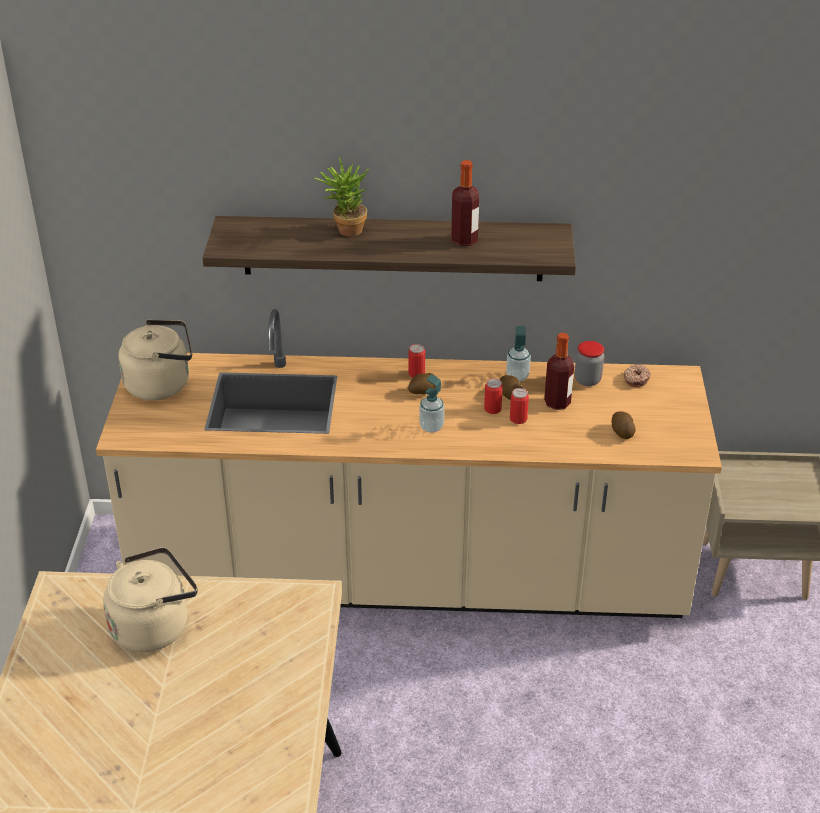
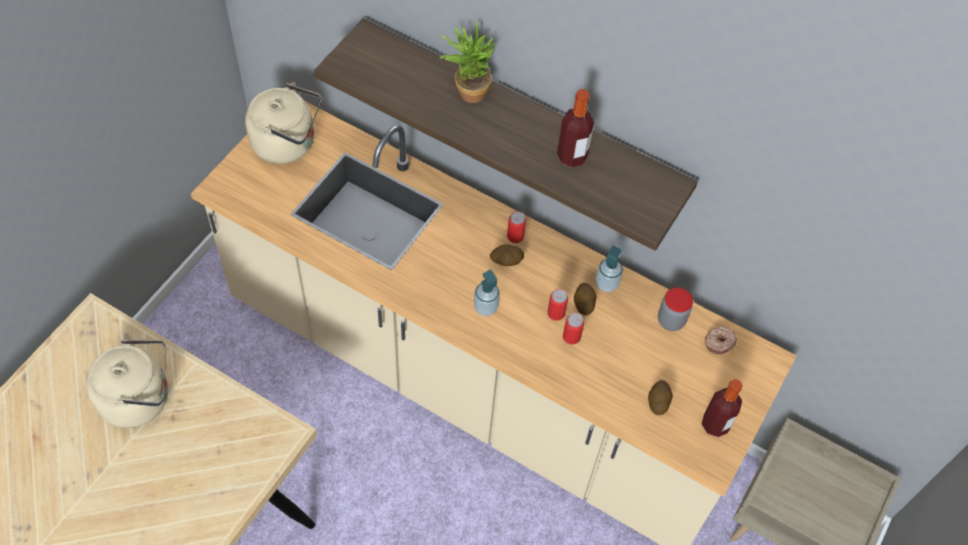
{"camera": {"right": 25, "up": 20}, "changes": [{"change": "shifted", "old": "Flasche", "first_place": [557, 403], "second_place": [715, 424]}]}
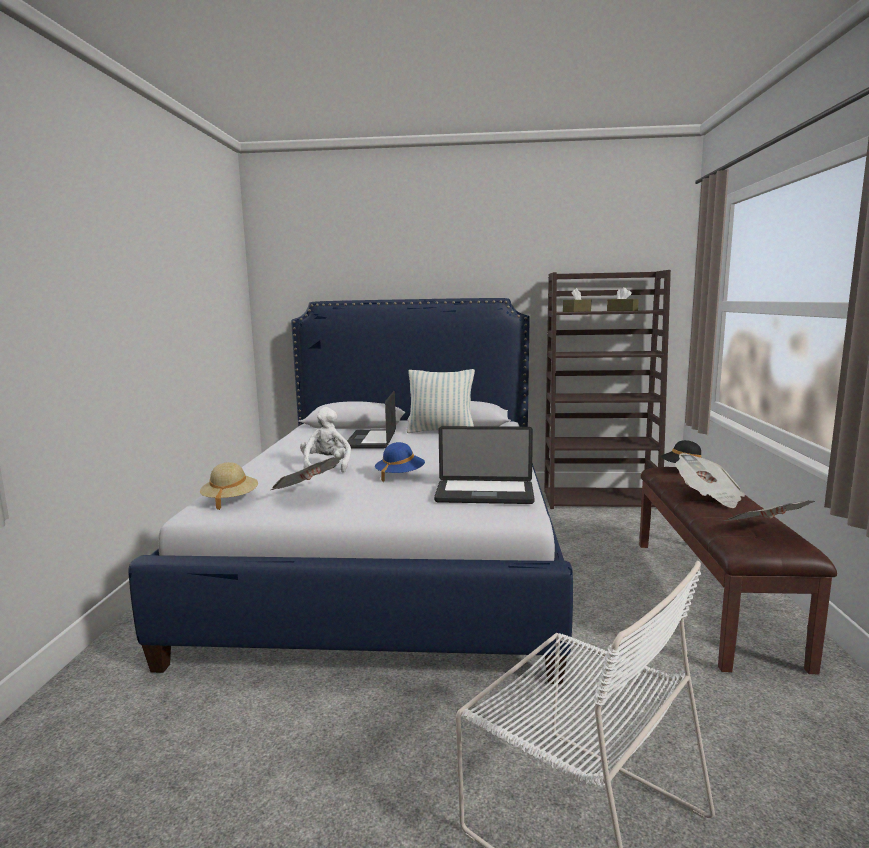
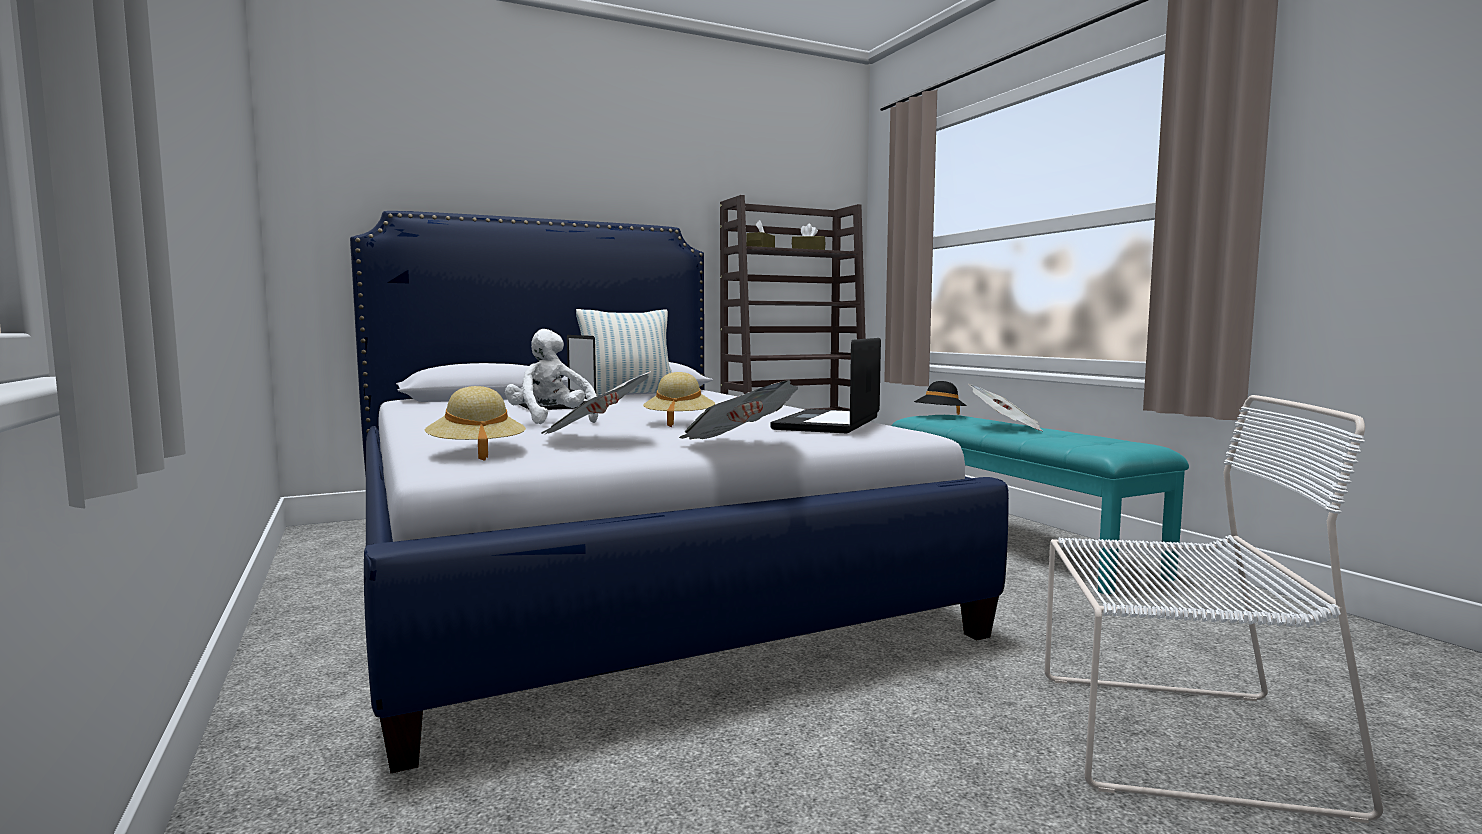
{"camera": {"right": -30, "up": -5}, "changes": [{"change": "shifted", "old": "Zeitung", "first_place": [764, 531], "second_place": [738, 445]}, {"change": "repainted", "old": "Hut/blau", "new": "Hut/beige", "first_place": [400, 476], "second_place": [679, 422]}, {"change": "repainted", "old": "Bank/braun", "new": "Bank/türkis", "first_place": [712, 596], "second_place": [1015, 543]}, {"change": "rotated", "old": "Laptop", "first_place": [484, 494], "second_place": [828, 424], "degrees": 135}]}
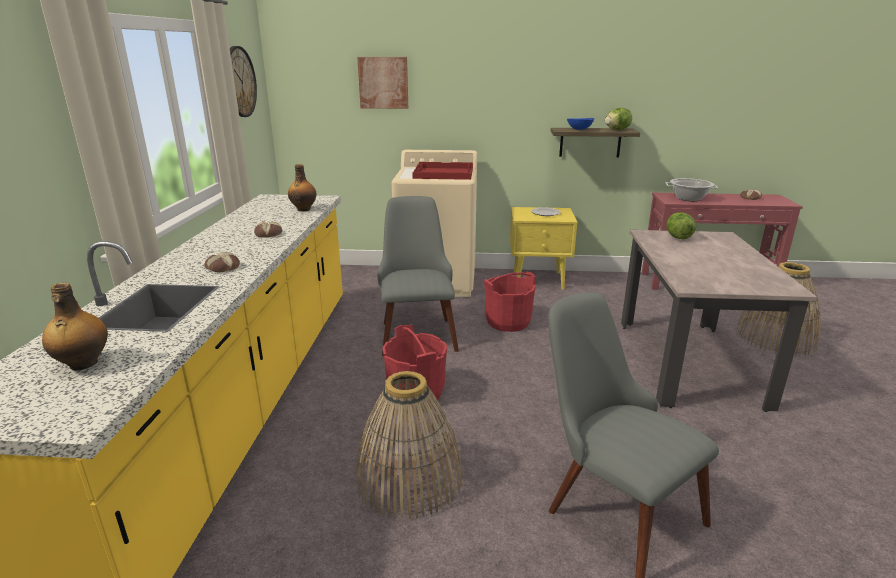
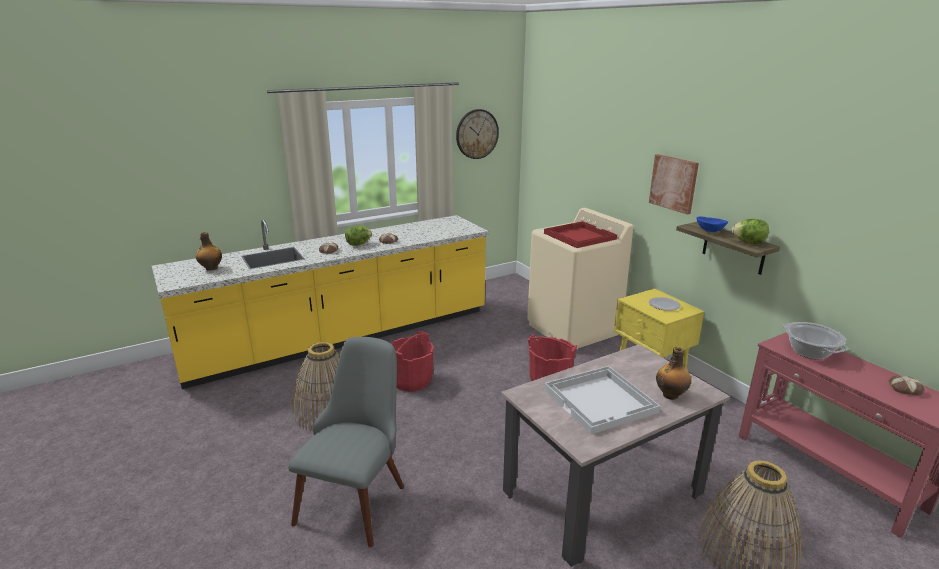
{"camera": {"right": 55, "up": 0}, "changes": [{"change": "gone", "old": "Stuhl/grau", "first_place": [417, 330]}, {"change": "new", "new": "Tablett/weiß", "second_place": [601, 401]}, {"change": "shifted", "old": "Flasche", "first_place": [304, 209], "second_place": [671, 395]}, {"change": "shifted", "old": "Bild", "first_place": [383, 82], "second_place": [674, 183]}, {"change": "shifted", "old": "Salatkopf", "first_place": [678, 237], "second_place": [358, 244]}]}
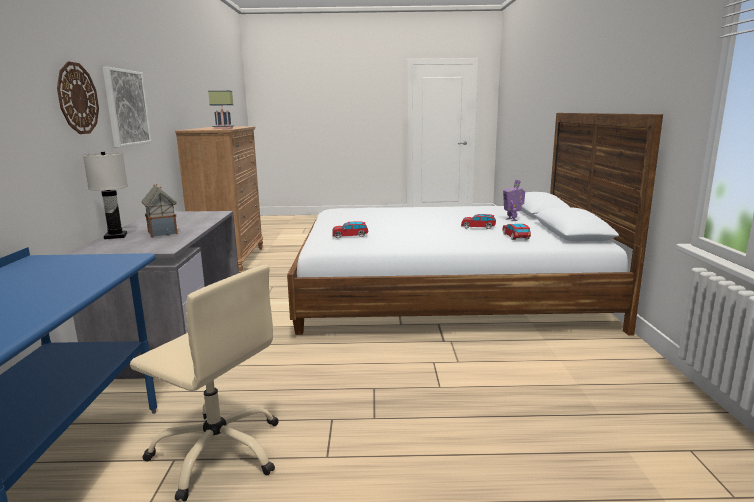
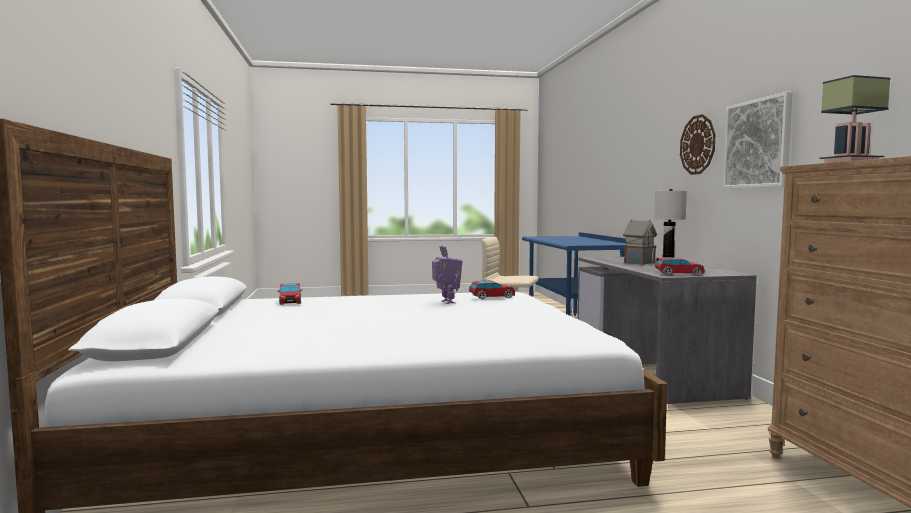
{"camera": {"right": 170, "up": -10}, "changes": [{"change": "shifted", "old": "Spielzeugauto", "first_place": [478, 227], "second_place": [678, 274]}, {"change": "shifted", "old": "Spielzeugroboter", "first_place": [512, 220], "second_place": [447, 302]}]}
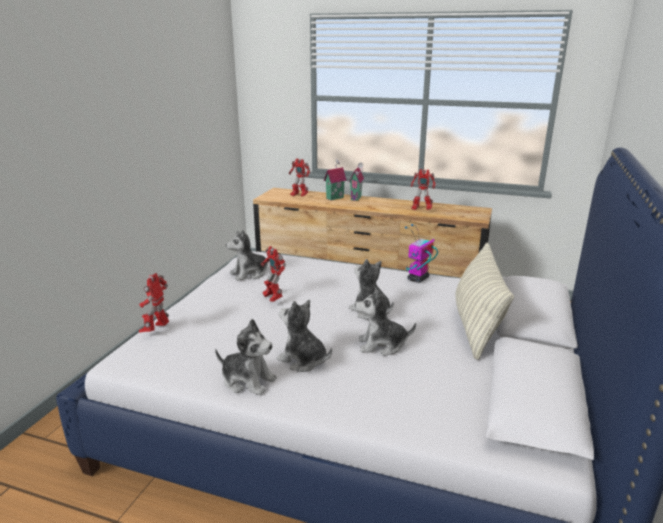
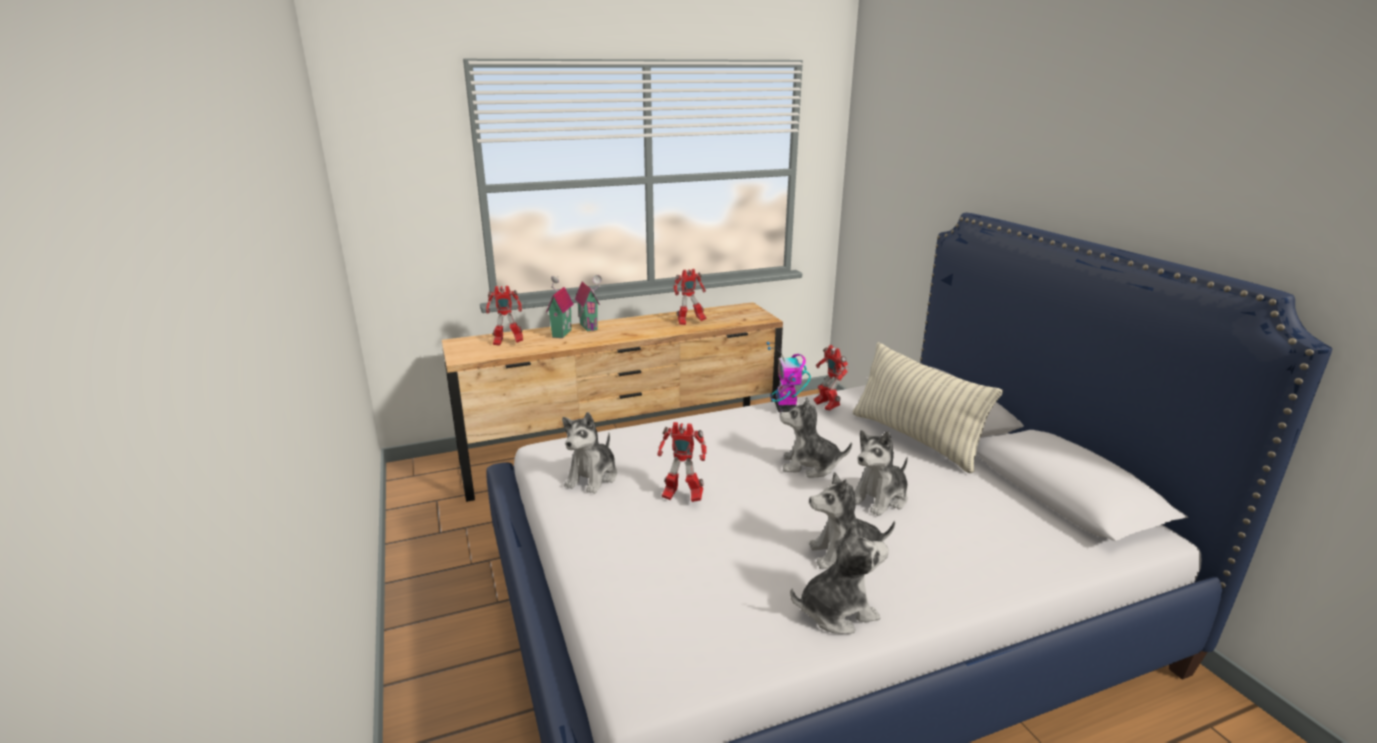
{"camera": {"right": -40, "up": 0}, "changes": [{"change": "shifted", "old": "Spielzeugroboter", "first_place": [157, 330], "second_place": [826, 406]}]}
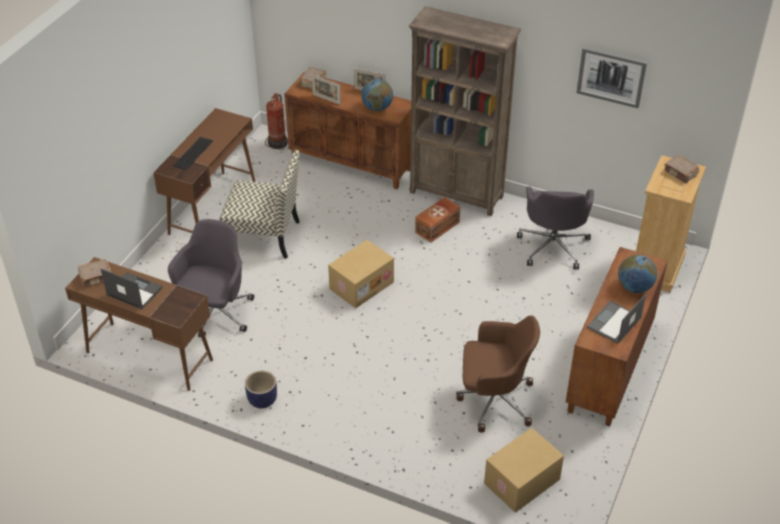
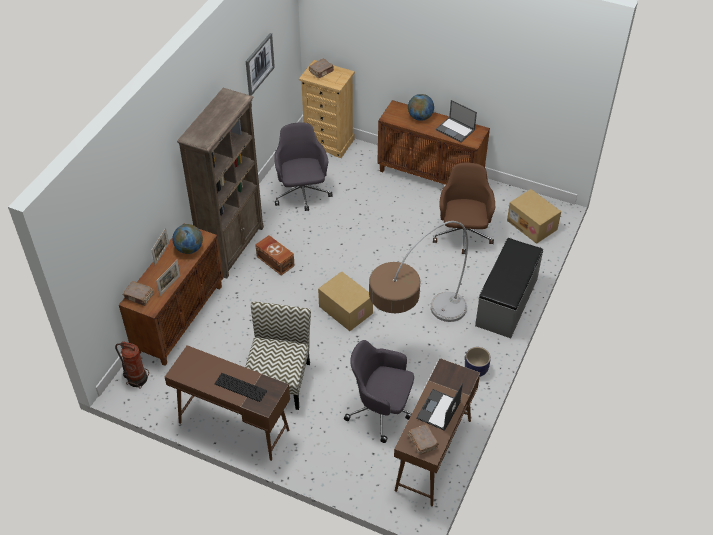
{"camera": {"right": -90, "up": 5}, "changes": [{"change": "new", "new": "Stehlampe", "second_place": [415, 336]}, {"change": "new", "new": "Bank/grau", "second_place": [507, 302]}, {"change": "rotated", "old": "Bürostuhl/grau", "first_place": [553, 246], "second_place": [302, 194], "degrees": -105}]}
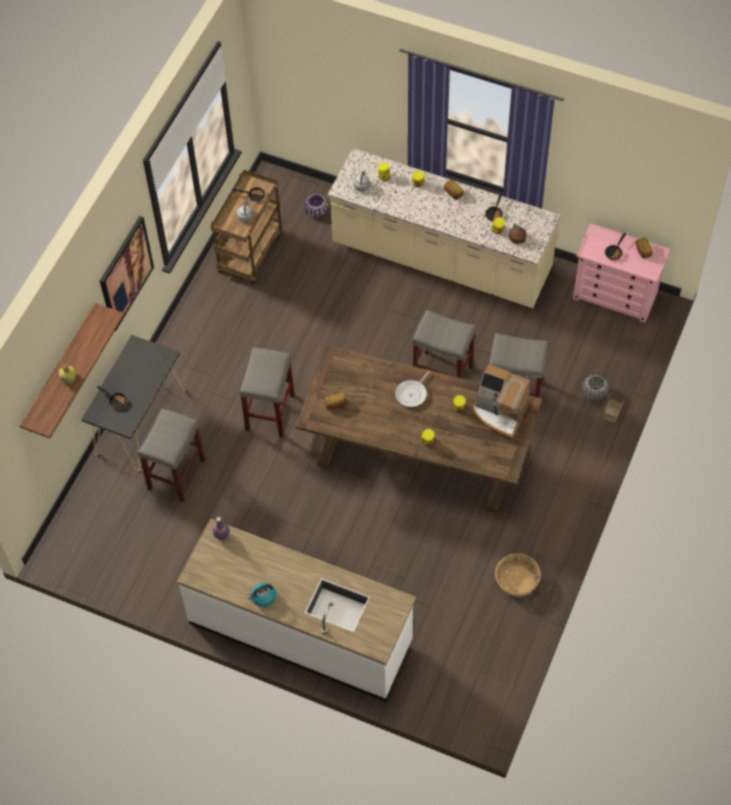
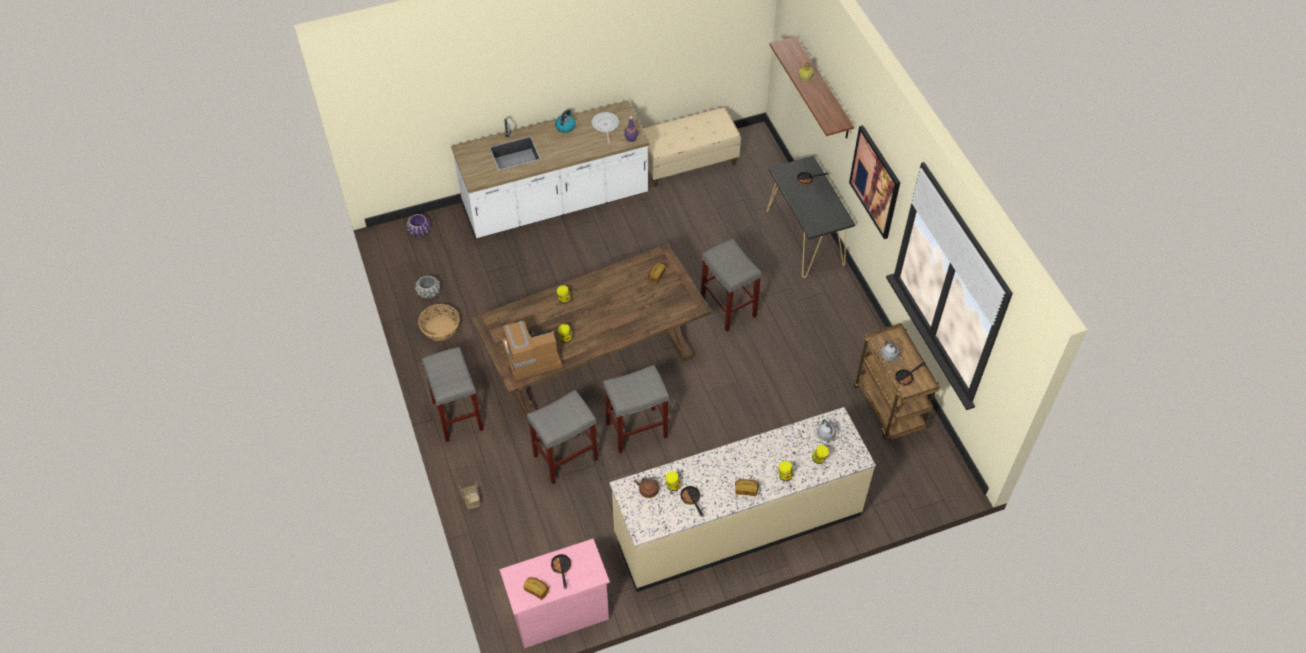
{"camera": {"right": 135, "up": -5}, "changes": [{"change": "new", "new": "Bank/beige", "second_place": [688, 162]}, {"change": "shifted", "old": "Hocker/grau", "first_place": [176, 475], "second_place": [457, 415]}, {"change": "shifted", "old": "Pflanzkübel/lila", "first_place": [316, 211], "second_place": [419, 230]}, {"change": "shifted", "old": "Pfanne", "first_place": [412, 393], "second_place": [605, 126]}, {"change": "shifted", "old": "Pflanzkübel/grau", "first_place": [594, 392], "second_place": [429, 292]}]}
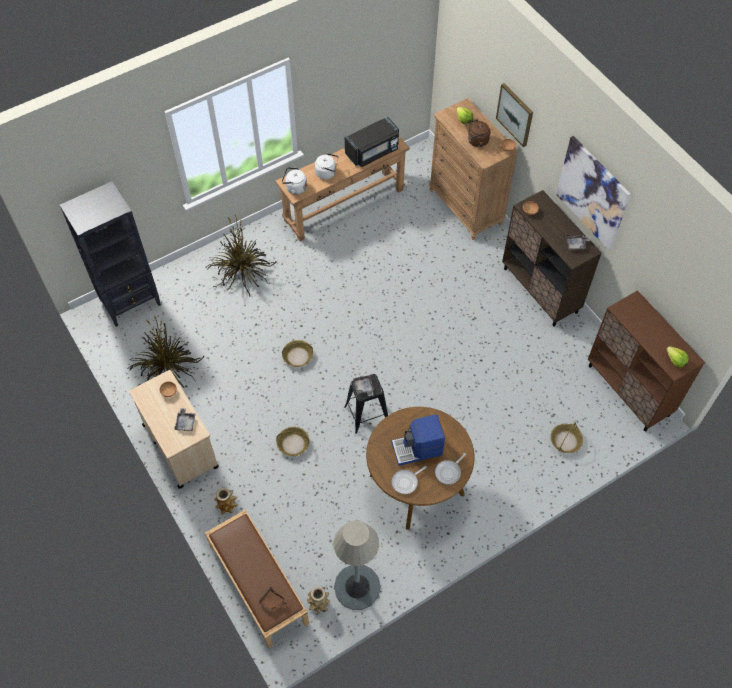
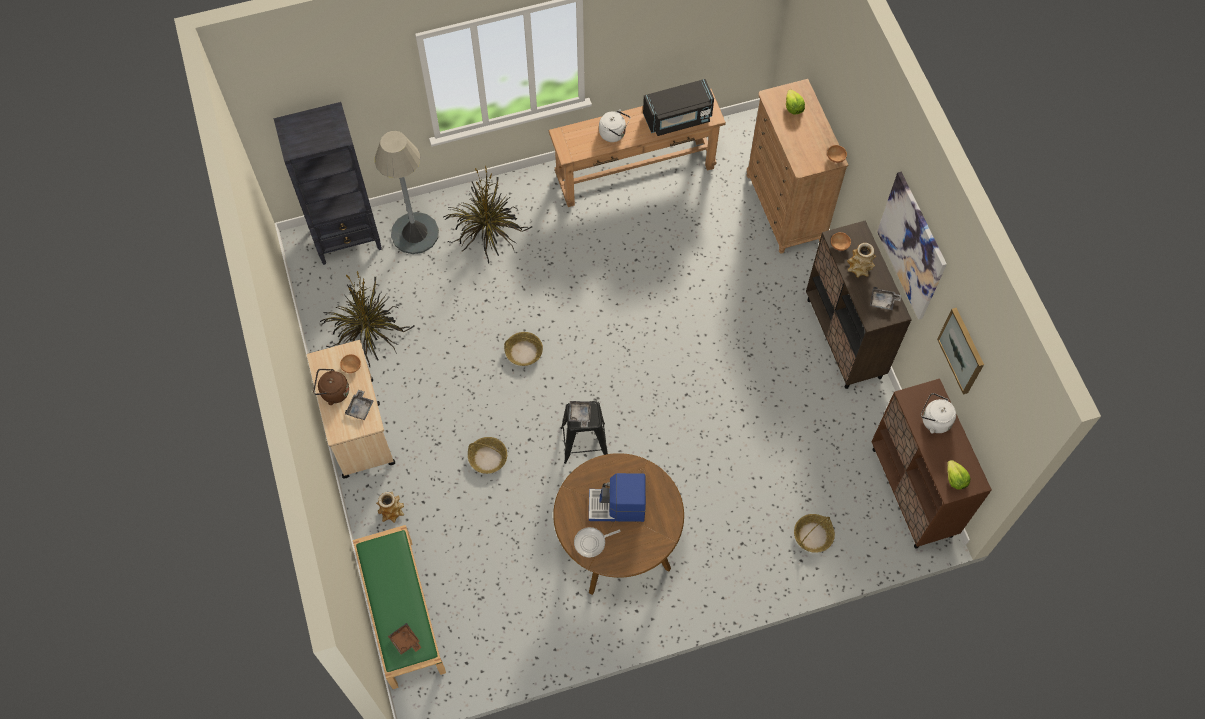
{"camera": {"right": 15, "up": 5}, "changes": [{"change": "gone", "old": "Pfanne", "first_place": [449, 472]}, {"change": "shifted", "old": "Wasserkessel/weiß", "first_place": [295, 188], "second_place": [934, 420]}, {"change": "shifted", "old": "Vase", "first_place": [318, 603], "second_place": [859, 268]}, {"change": "shifted", "old": "Stehlampe/grau", "first_place": [357, 587], "second_place": [415, 233]}, {"change": "shifted", "old": "Wasserkessel/braun", "first_place": [476, 141], "second_place": [333, 392]}, {"change": "shifted", "old": "Bild", "first_place": [515, 114], "second_place": [962, 350]}, {"change": "repainted", "old": "Bank/braun", "new": "Bank/grün", "first_place": [257, 583], "second_place": [401, 611]}]}
